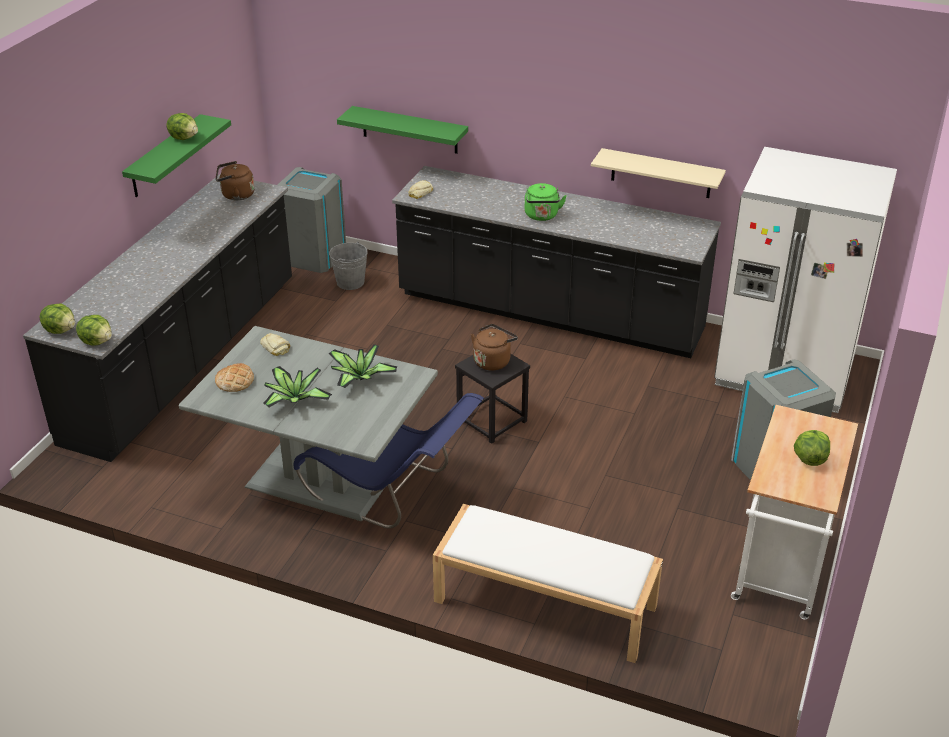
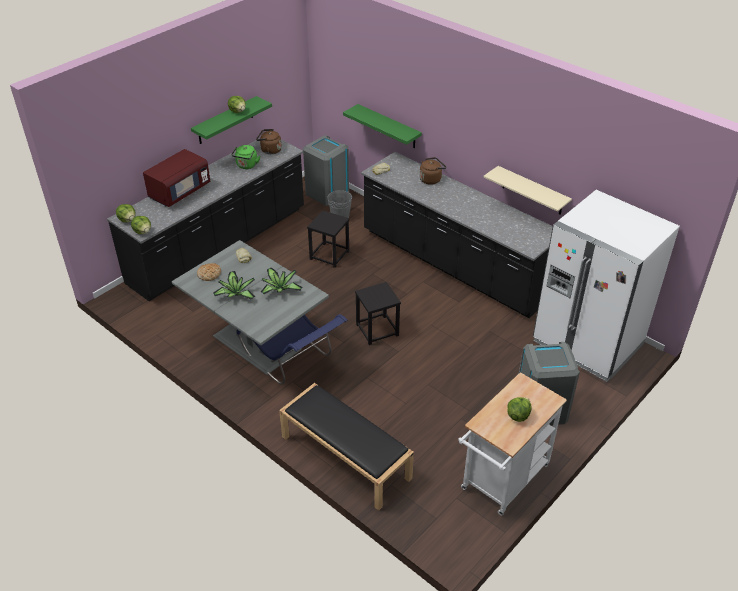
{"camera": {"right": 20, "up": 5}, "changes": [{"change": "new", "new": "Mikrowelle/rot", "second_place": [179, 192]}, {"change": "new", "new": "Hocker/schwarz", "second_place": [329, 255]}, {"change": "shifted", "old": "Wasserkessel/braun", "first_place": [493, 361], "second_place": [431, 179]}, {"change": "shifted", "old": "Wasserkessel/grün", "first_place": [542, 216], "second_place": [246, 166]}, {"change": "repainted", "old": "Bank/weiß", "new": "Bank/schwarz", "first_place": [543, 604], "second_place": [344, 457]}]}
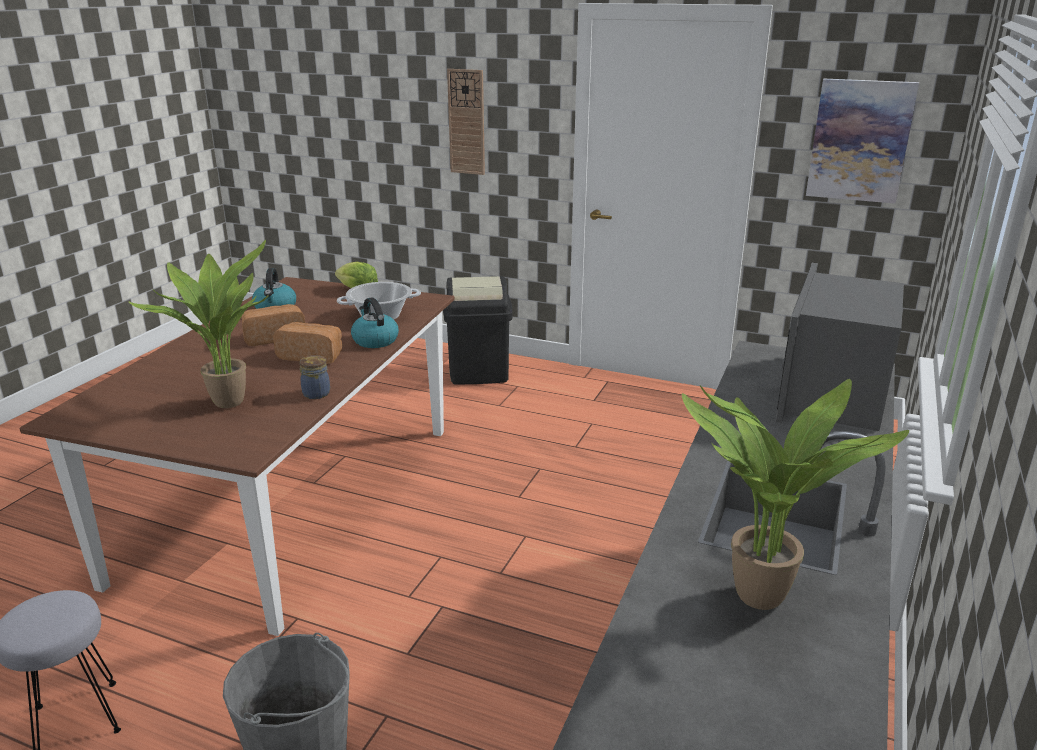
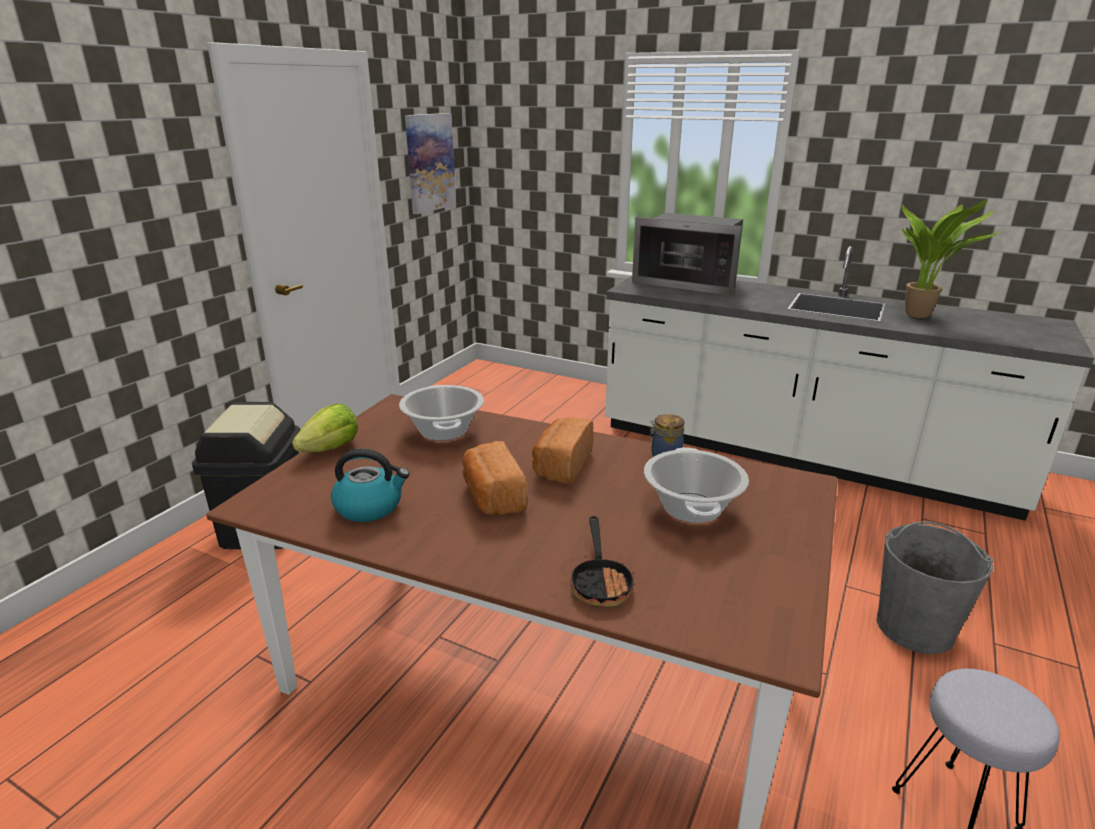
{"camera": {"right": -85, "up": 0}, "changes": [{"change": "gone", "old": "Wasserkessel", "first_place": [374, 340]}, {"change": "gone", "old": "Wanduhr", "first_place": [467, 122]}, {"change": "new", "new": "Pfanne", "second_place": [600, 582]}, {"change": "swapped", "old": "Topfpflanze", "new": "Kochtopf", "first_place": [229, 400], "second_place": [692, 508]}]}
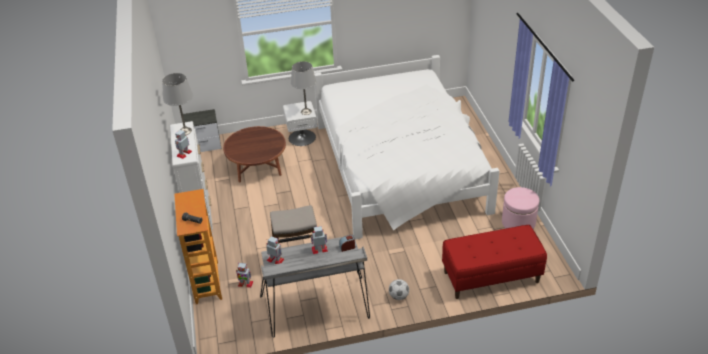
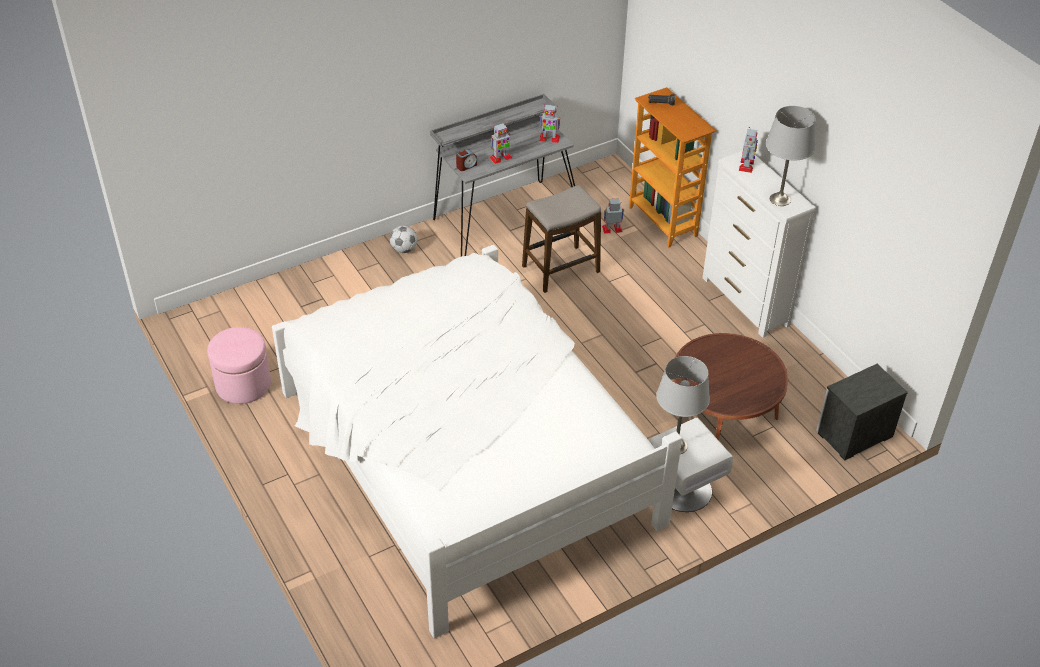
{"camera": {"right": 160, "up": 5}, "changes": [{"change": "gone", "old": "Bank/rot", "first_place": [491, 277]}]}
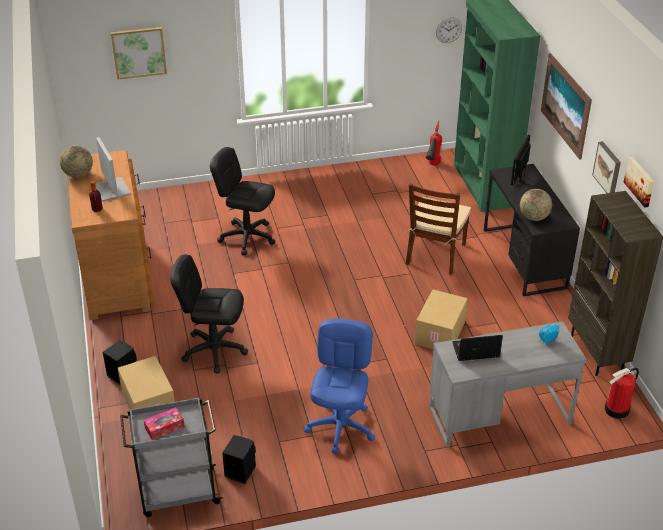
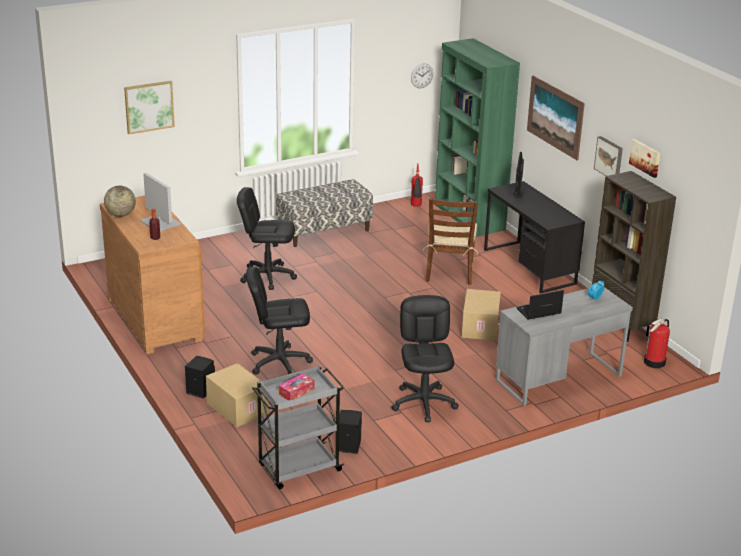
{"camera": {"right": -15, "up": -10}, "changes": [{"change": "gone", "old": "Globus", "first_place": [534, 217]}, {"change": "new", "new": "Bank", "second_place": [324, 231]}, {"change": "repainted", "old": "Bürostuhl/blau", "new": "Bürostuhl/schwarz", "first_place": [341, 427], "second_place": [424, 403]}]}
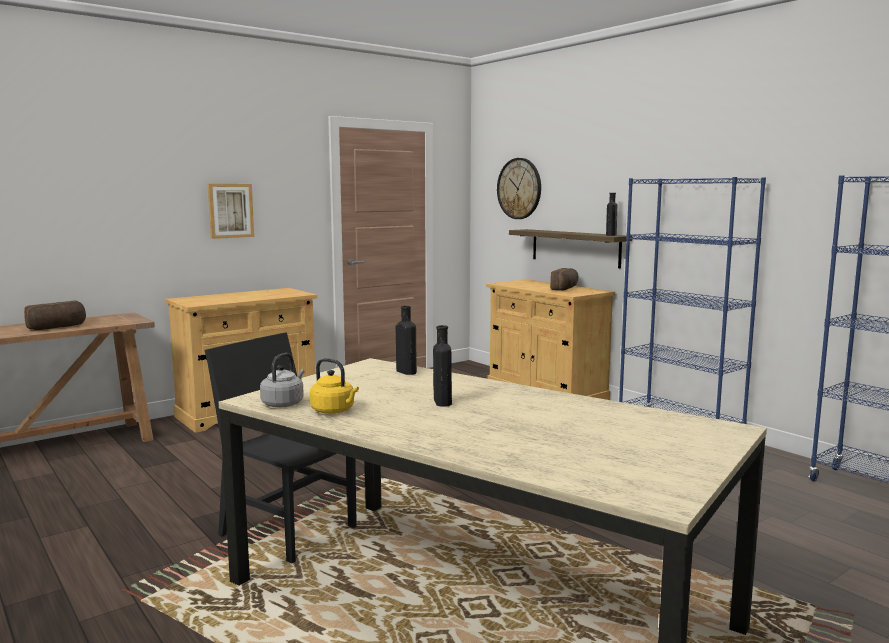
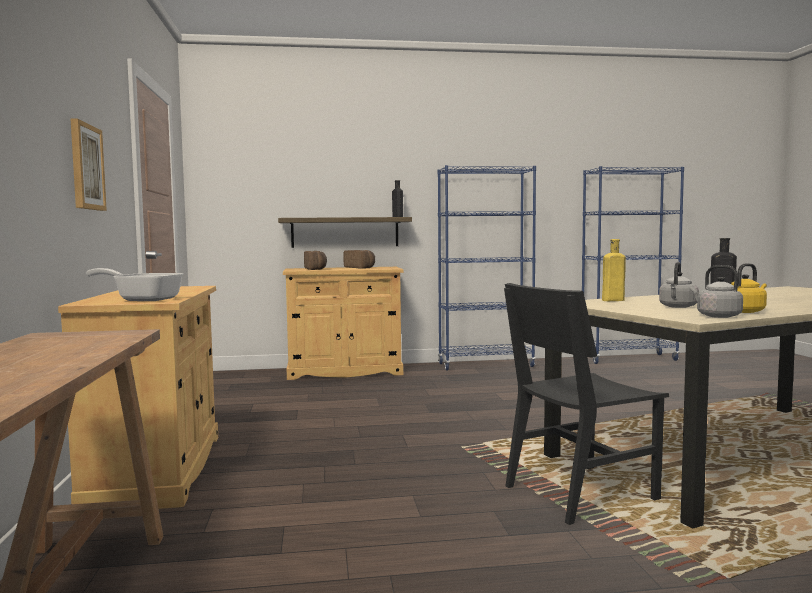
{"camera": {"right": -60, "up": -5}, "changes": [{"change": "gone", "old": "Wanduhr", "first_place": [519, 188]}, {"change": "new", "new": "Pfanne", "second_place": [143, 299]}, {"change": "new", "new": "Wasserkessel/grau", "second_place": [677, 307]}, {"change": "shifted", "old": "Brot", "first_place": [57, 327], "second_place": [316, 269]}, {"change": "repainted", "old": "Flasche/schwarz", "new": "Flasche/gelb", "first_place": [405, 371], "second_place": [611, 300]}]}
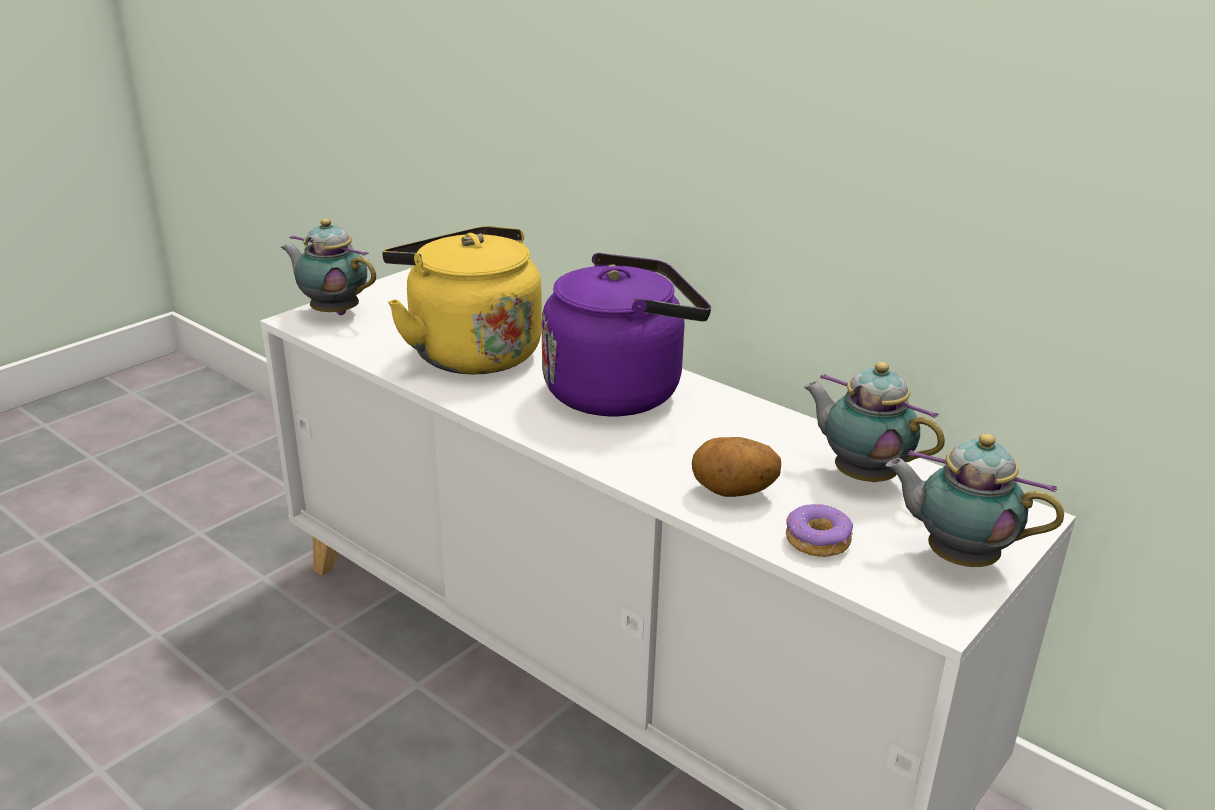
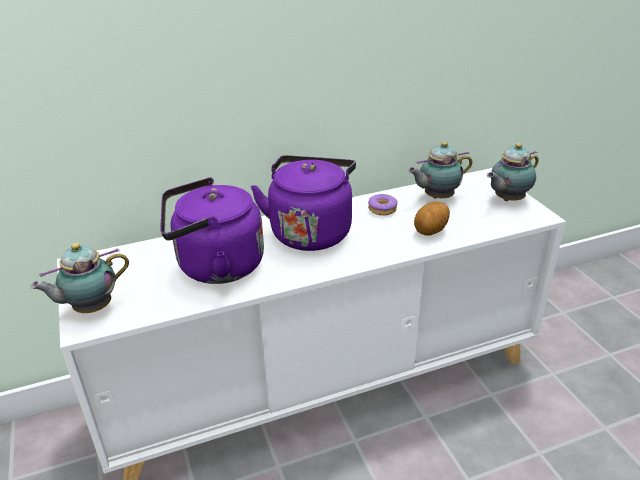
{"camera": {"right": -60, "up": 5}, "changes": [{"change": "shifted", "old": "Donut", "first_place": [818, 541], "second_place": [382, 209]}, {"change": "repainted", "old": "Wasserkessel/gelb", "new": "Wasserkessel/lila", "first_place": [469, 352], "second_place": [215, 267]}]}
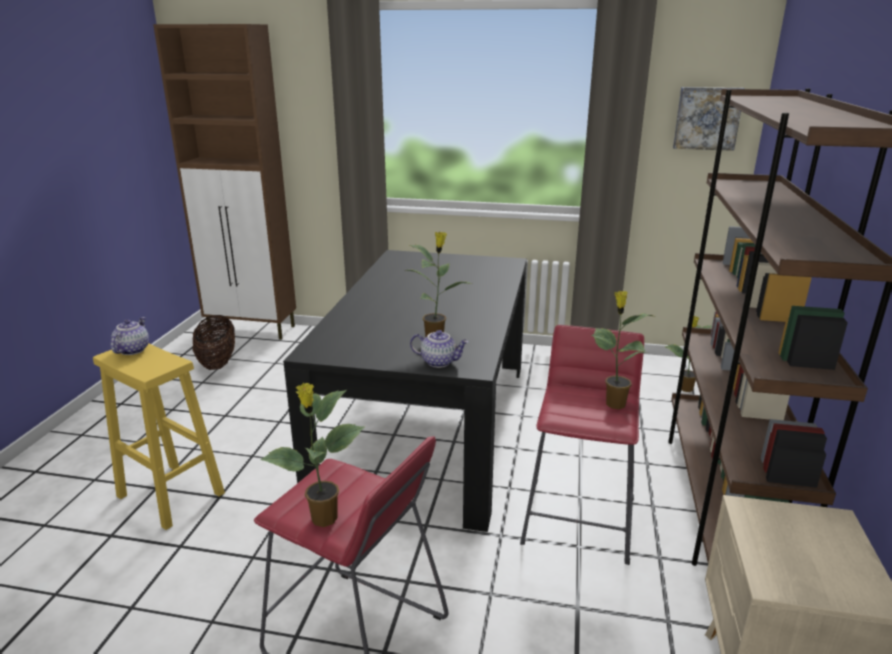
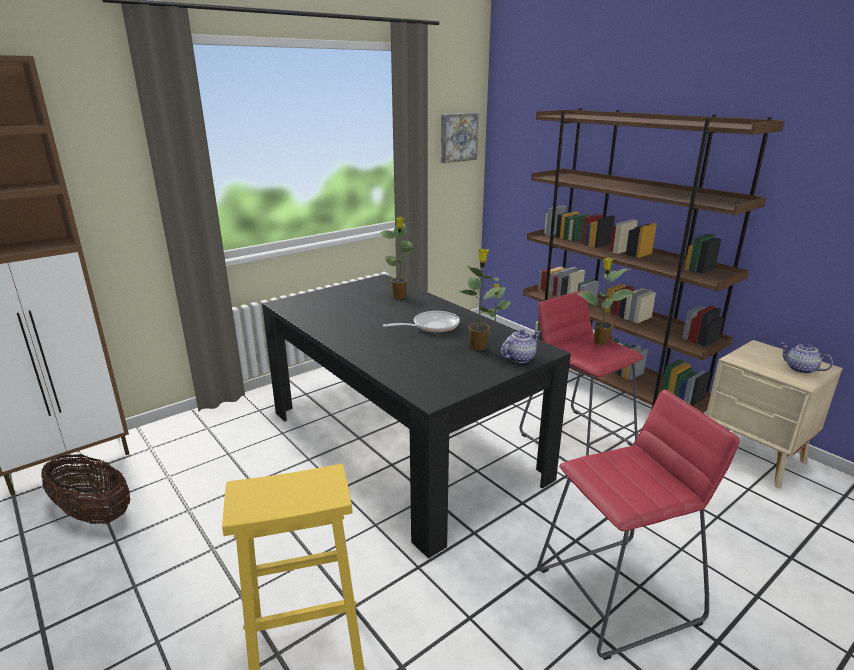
{"camera": {"right": -50, "up": 0}, "changes": [{"change": "new", "new": "Pfanne", "second_place": [432, 326]}, {"change": "shifted", "old": "Teekanne", "first_place": [132, 350], "second_place": [800, 369]}, {"change": "shifted", "old": "Topfpflanze", "first_place": [323, 519], "second_place": [400, 297]}]}
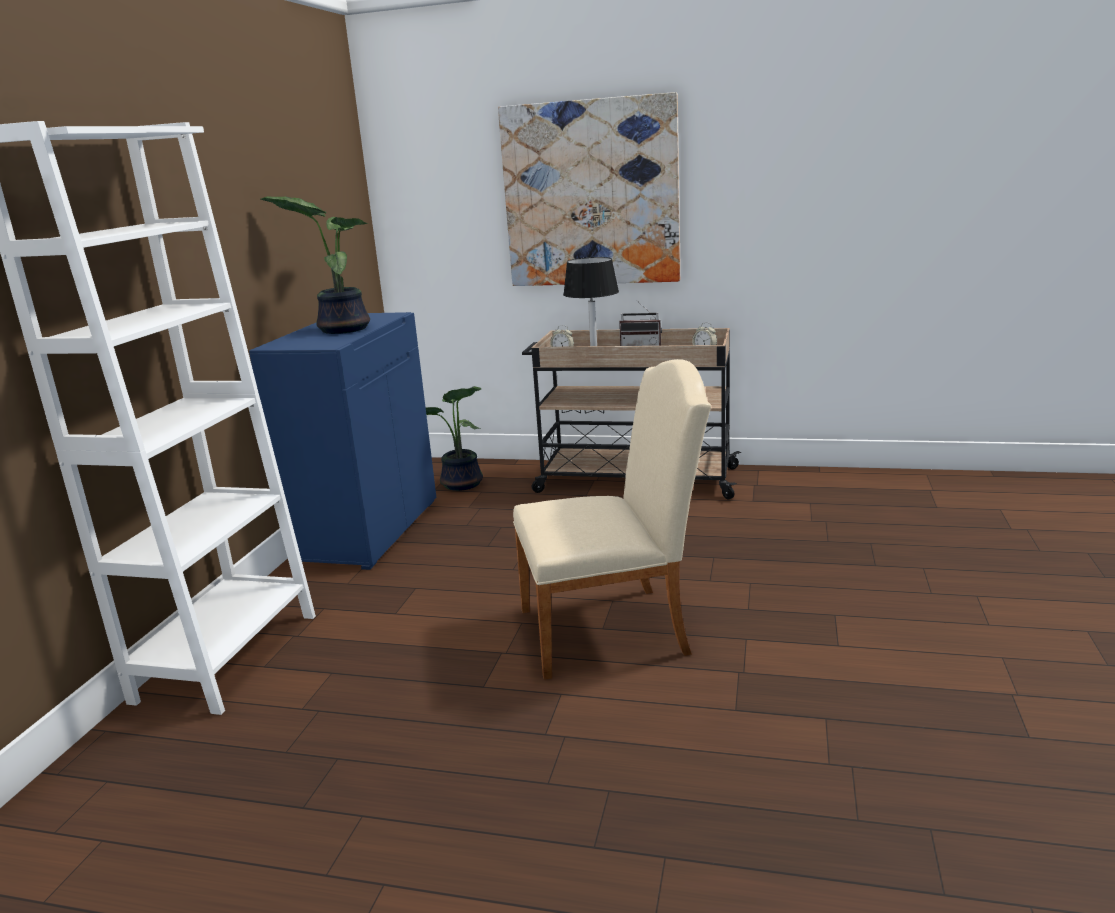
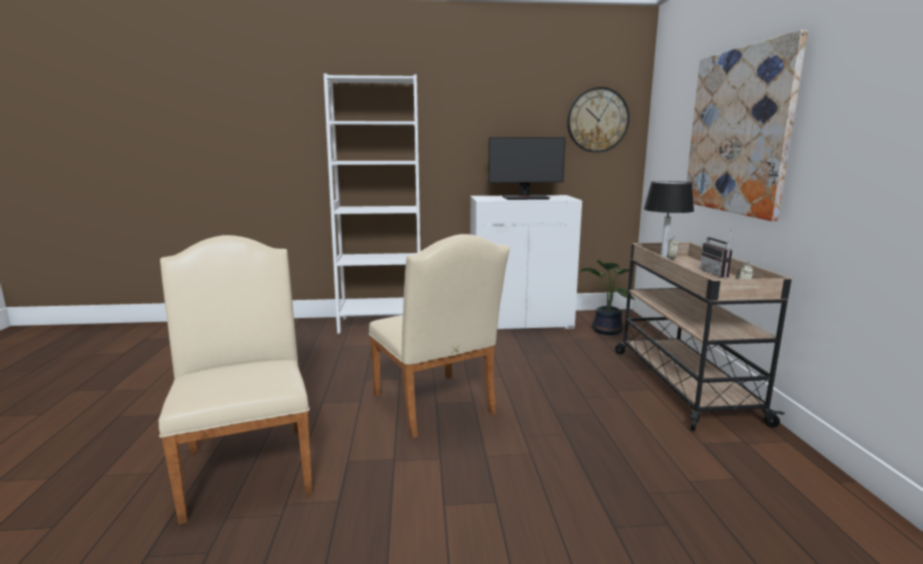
{"camera": {"right": 70, "up": -5}, "changes": [{"change": "new", "new": "Stuhl/beige", "second_place": [248, 463]}, {"change": "new", "new": "Wanduhr", "second_place": [597, 120]}, {"change": "swapped", "old": "Topfpflanze", "new": "Monitor", "first_place": [342, 329], "second_place": [525, 198]}, {"change": "repainted", "old": "Schrank/blau", "new": "Schrank/weiß", "first_place": [367, 530], "second_place": [520, 321]}]}
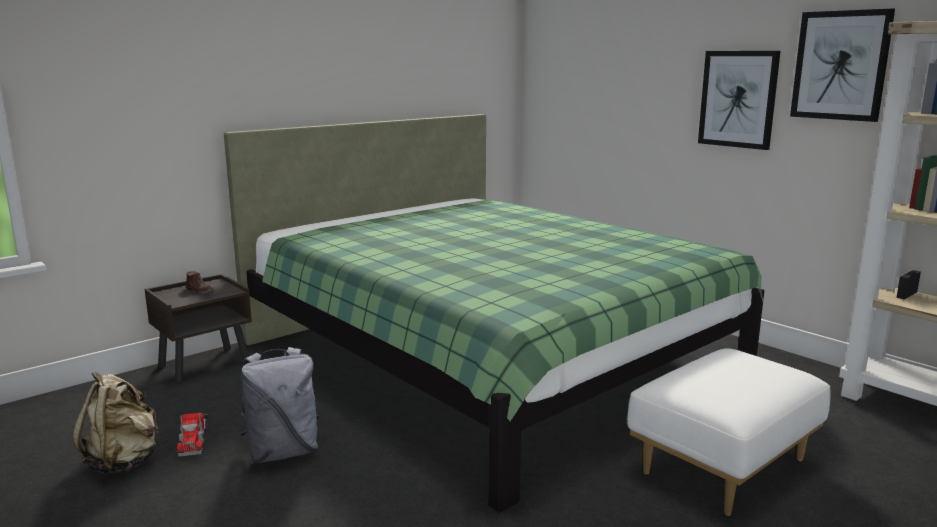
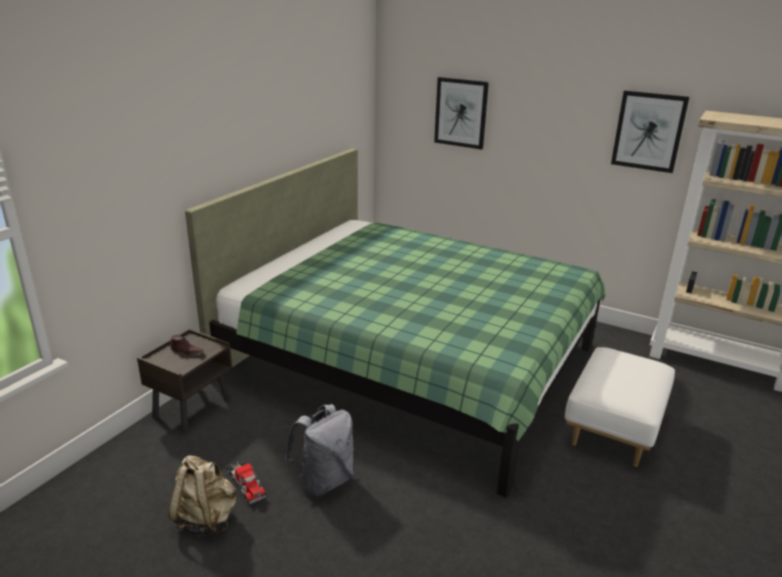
{"camera": {"right": -20, "up": 10}, "changes": [{"change": "shifted", "old": "Bild", "first_place": [738, 99], "second_place": [461, 113]}]}
